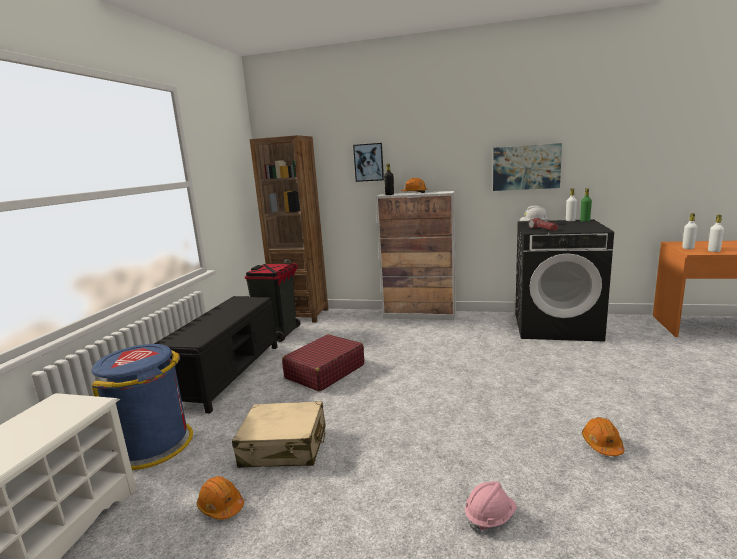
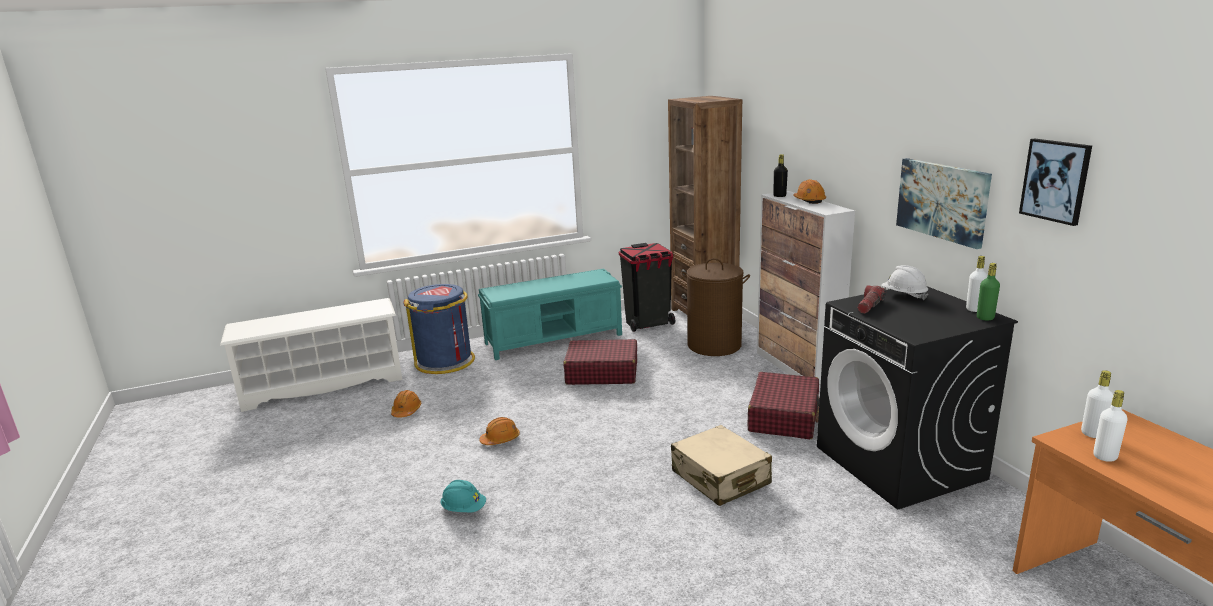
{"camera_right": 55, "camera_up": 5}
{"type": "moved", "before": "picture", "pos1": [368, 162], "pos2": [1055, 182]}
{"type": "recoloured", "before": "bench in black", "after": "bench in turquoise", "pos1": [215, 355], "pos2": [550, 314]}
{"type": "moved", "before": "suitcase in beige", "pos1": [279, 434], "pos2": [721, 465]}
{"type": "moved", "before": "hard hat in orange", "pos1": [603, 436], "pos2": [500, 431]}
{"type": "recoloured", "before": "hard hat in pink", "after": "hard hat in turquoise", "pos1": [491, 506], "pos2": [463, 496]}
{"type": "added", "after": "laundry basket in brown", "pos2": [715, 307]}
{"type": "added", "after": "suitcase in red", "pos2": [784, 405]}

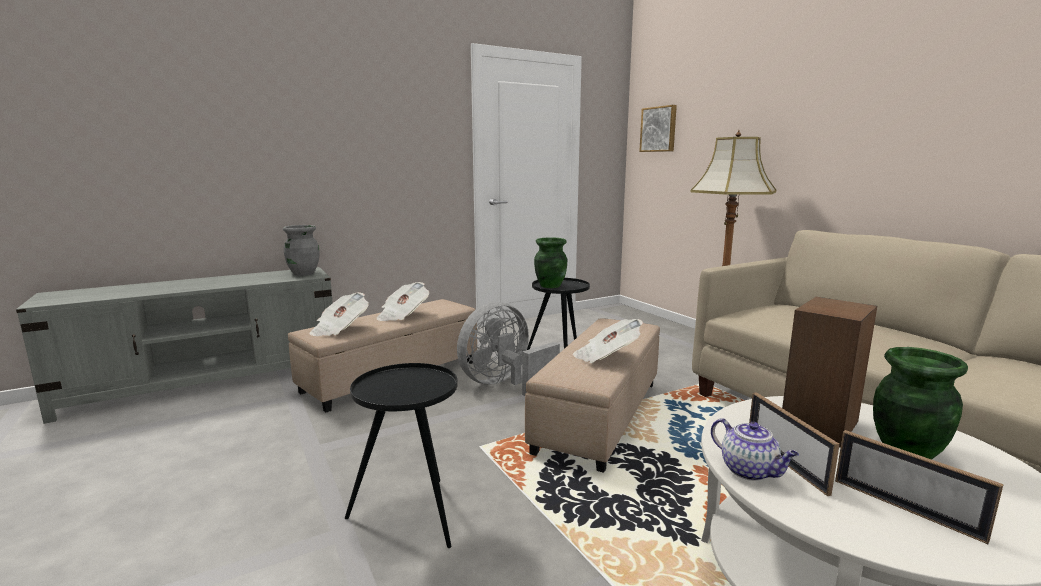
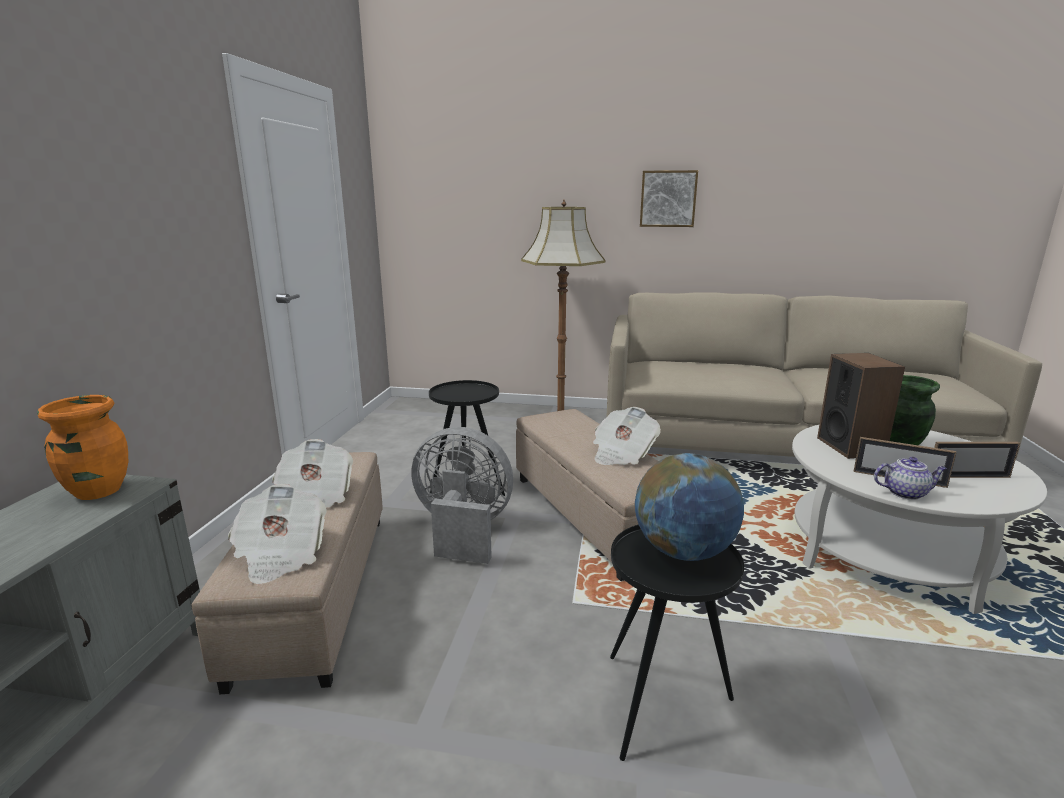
{"camera_right": -50, "camera_up": 5}
{"type": "moved", "before": "picture", "pos1": [658, 128], "pos2": [669, 198]}
{"type": "recoloured", "before": "vase in grey", "after": "vase in orange", "pos1": [301, 250], "pos2": [82, 447]}
{"type": "removed", "before": "vase in green", "pos1": [550, 262]}
{"type": "turned", "before": "fan in grey", "pos1": [508, 349], "pos2": [462, 495], "turn": 105}
{"type": "added", "after": "globe", "pos2": [689, 507]}

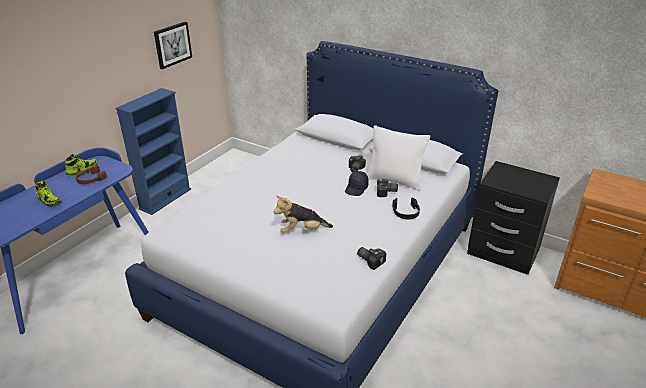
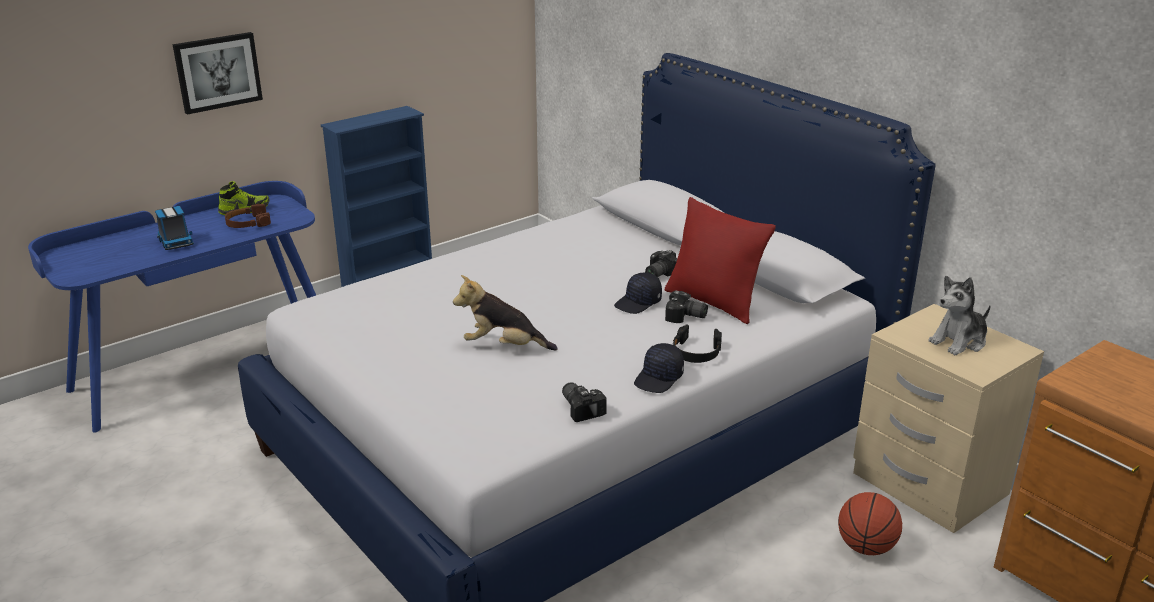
{"camera_right": 20, "camera_up": -5}
{"type": "moved", "before": "picture", "pos1": [173, 45], "pos2": [218, 73]}
{"type": "recoloured", "before": "pillow in white", "after": "pillow in red", "pos1": [398, 158], "pos2": [720, 260]}
{"type": "recoloured", "before": "nightstand in black", "after": "nightstand in beige", "pos1": [513, 218], "pos2": [948, 418]}
{"type": "replaced", "before": "shoe", "after": "toy truck", "pos1": [48, 193], "pos2": [174, 228]}
{"type": "added", "after": "plush toy", "pos2": [959, 315]}
{"type": "added", "after": "cap in black", "pos2": [659, 368]}
{"type": "added", "after": "basketball", "pos2": [870, 523]}

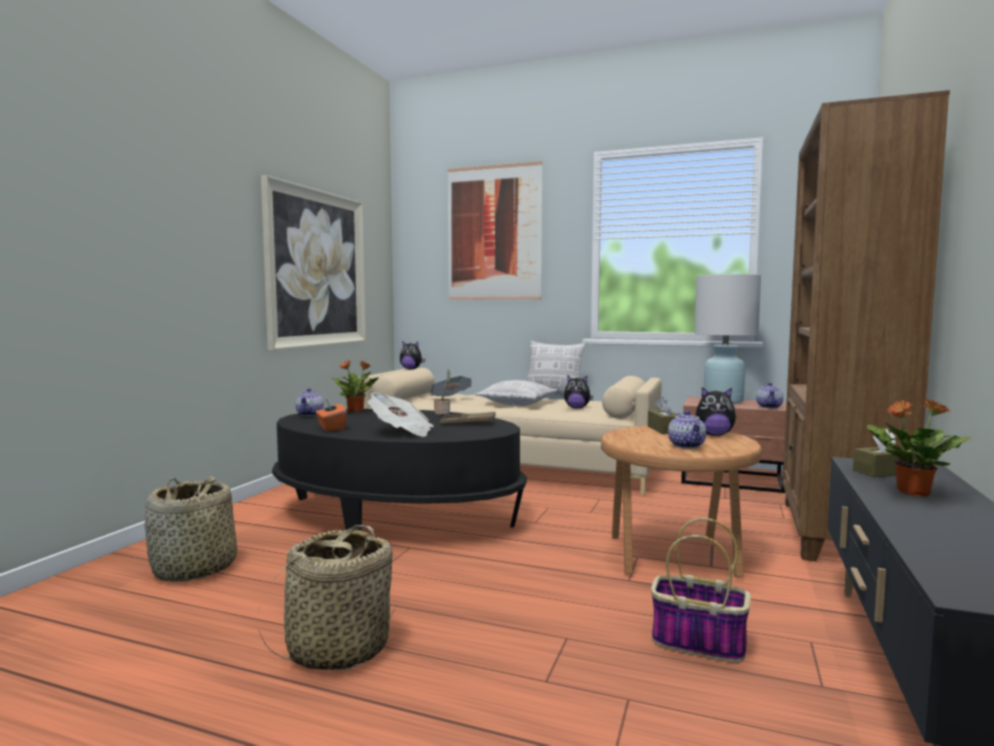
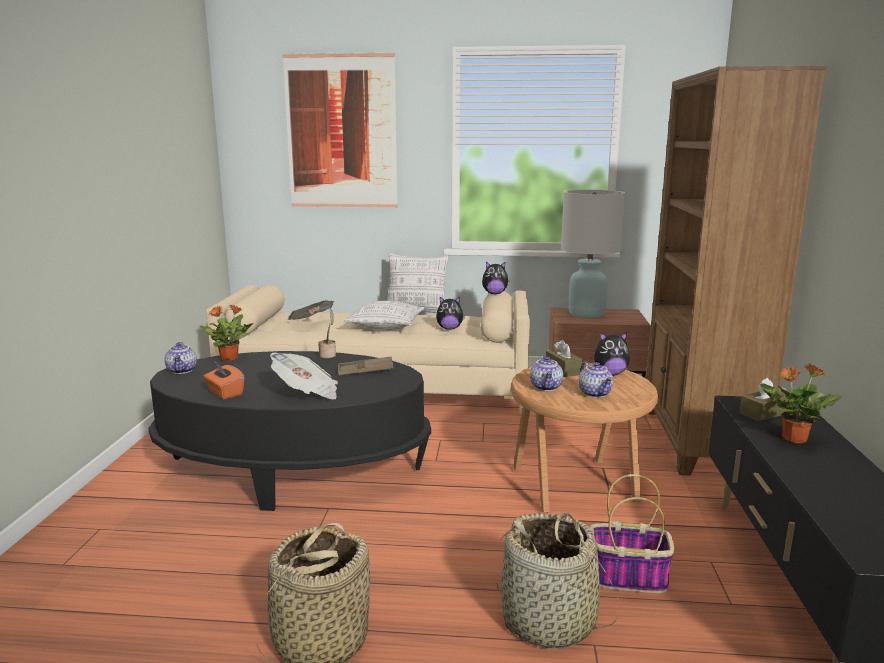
{"camera_right": -15, "camera_up": 10}
{"type": "removed", "before": "picture", "pos1": [313, 262]}
{"type": "moved", "before": "plush toy", "pos1": [412, 355], "pos2": [495, 278]}
{"type": "moved", "before": "teapot", "pos1": [769, 395], "pos2": [546, 373]}
{"type": "moved", "before": "basket", "pos1": [191, 529], "pos2": [557, 580]}

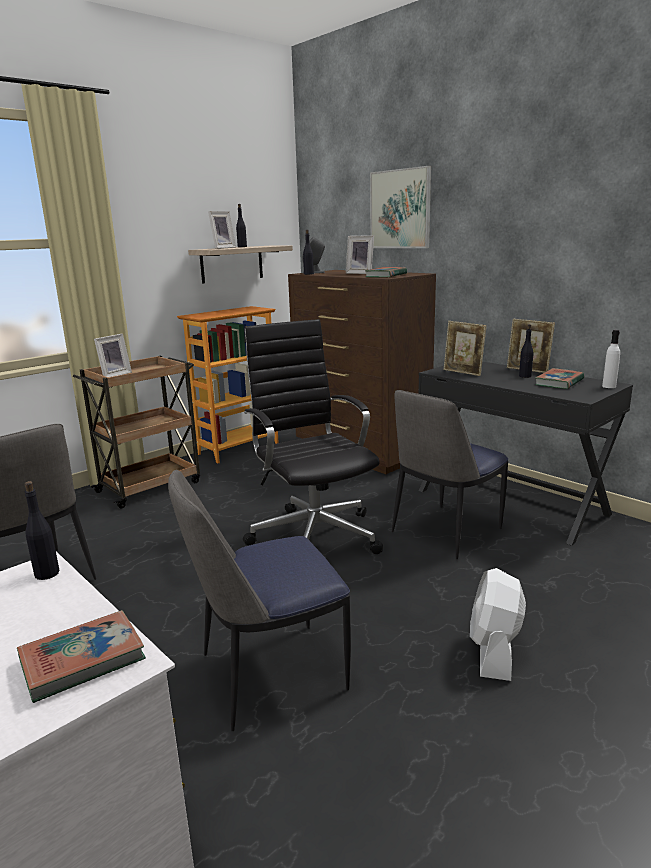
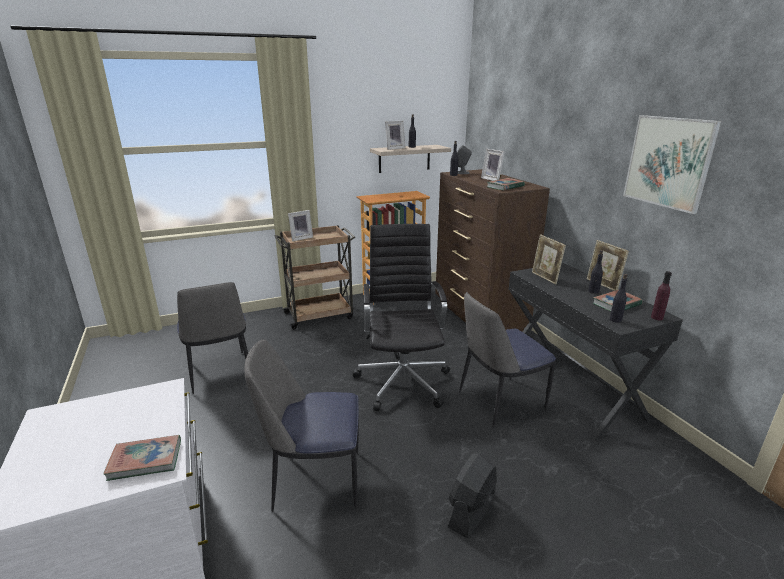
{"camera_right": 20, "camera_up": 5}
{"type": "moved", "before": "picture", "pos1": [400, 207], "pos2": [672, 164]}
{"type": "recoloured", "before": "bottle in white", "after": "bottle in purple", "pos1": [611, 359], "pos2": [661, 295]}
{"type": "moved", "before": "bottle in black", "pos1": [42, 530], "pos2": [618, 298]}
{"type": "recoloured", "before": "fan in white", "after": "fan in black", "pos1": [498, 624], "pos2": [472, 495]}

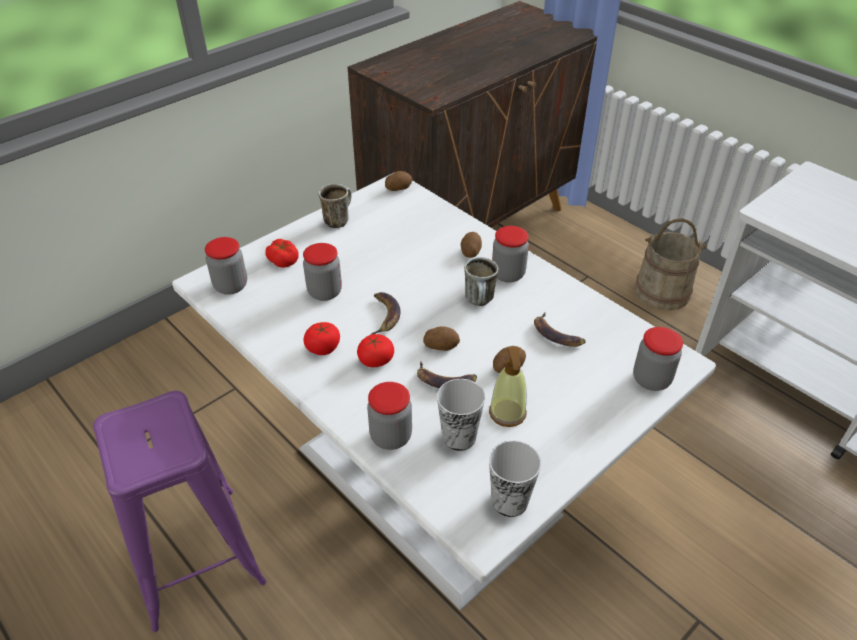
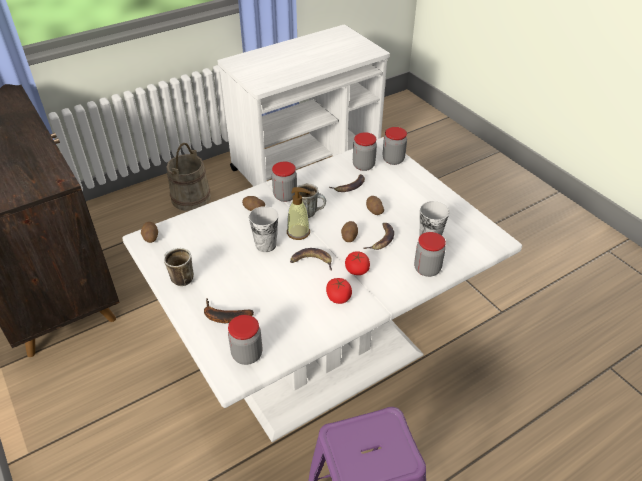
{"camera_right": -80, "camera_up": 0}
{"type": "replaced", "before": "tomato", "after": "banana", "pos1": [282, 253], "pos2": [229, 311]}
{"type": "moved", "before": "jar", "pos1": [322, 272], "pos2": [365, 151]}
{"type": "moved", "before": "soap dispenser", "pos1": [508, 387], "pos2": [298, 213]}
{"type": "moved", "before": "cup", "pos1": [515, 478], "pos2": [263, 229]}

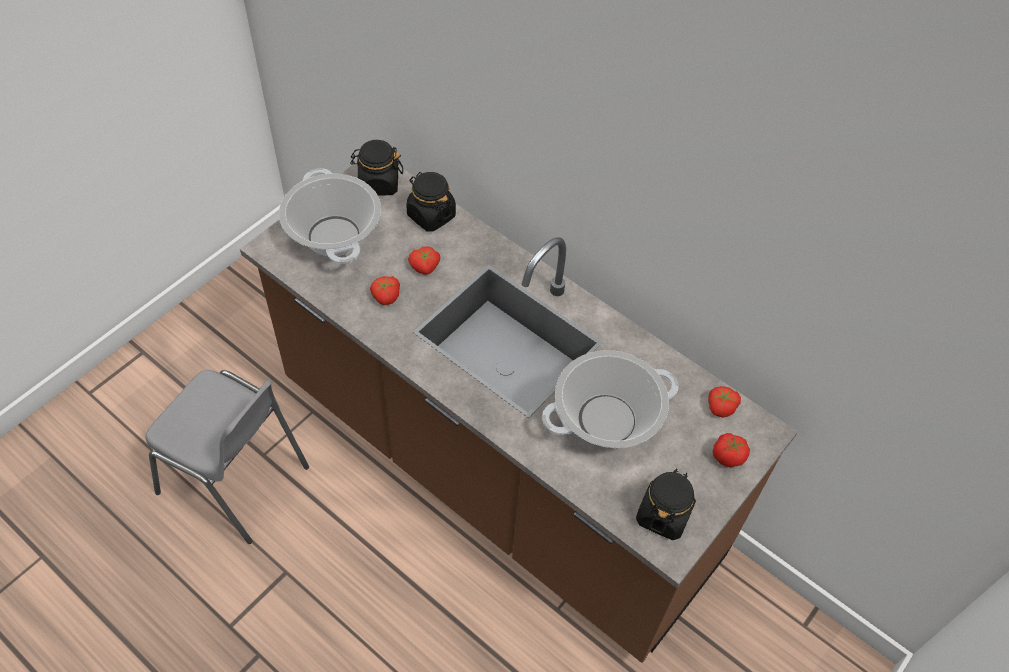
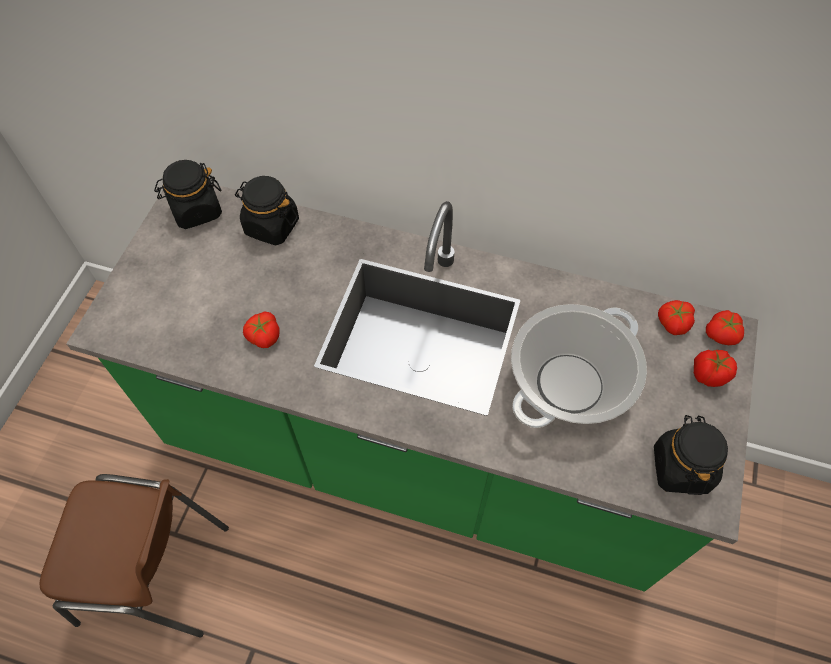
{"camera_right": -20, "camera_up": 5}
{"type": "recoloured", "before": "counter in brown", "after": "counter in green", "pos1": [519, 412], "pos2": [412, 387]}
{"type": "removed", "before": "cooking pot", "pos1": [330, 216]}
{"type": "moved", "before": "tomato", "pos1": [424, 260], "pos2": [725, 327]}
{"type": "recoloured", "before": "chair in grey", "after": "chair in brown", "pos1": [227, 457], "pos2": [134, 555]}

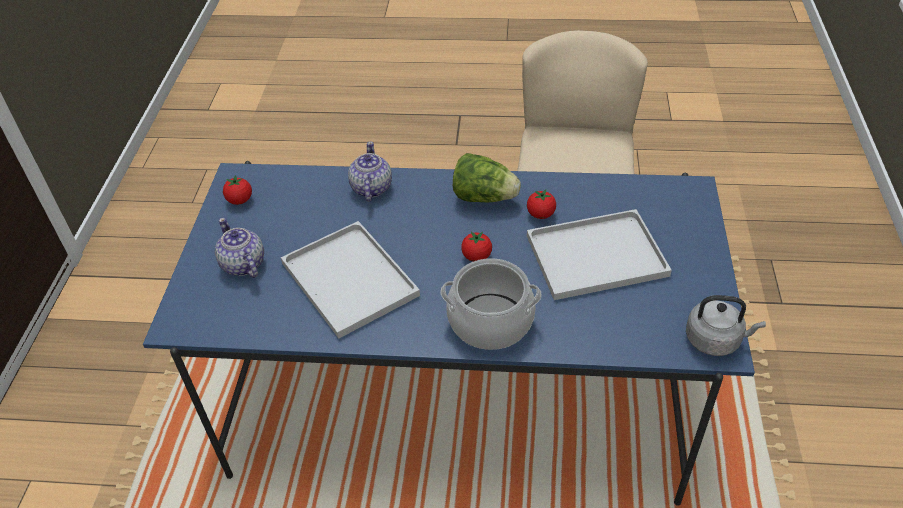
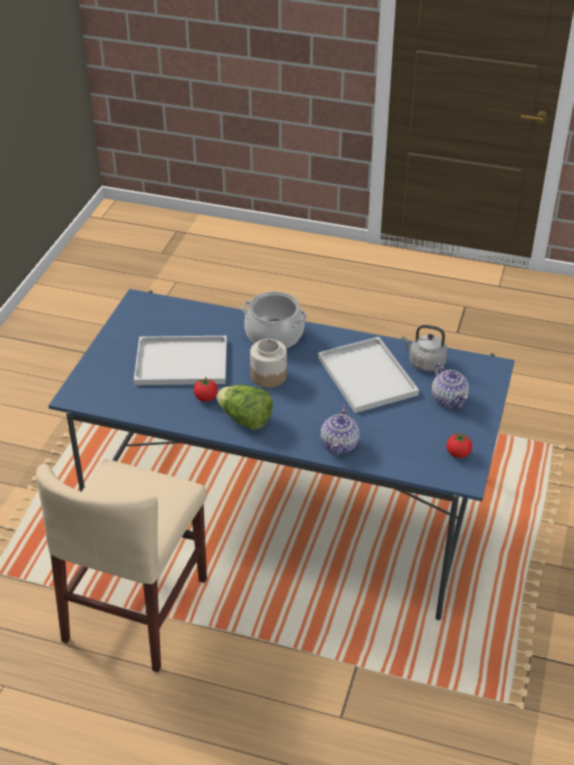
{"camera_right": -170, "camera_up": -5}
{"type": "replaced", "before": "tomato", "after": "jar", "pos1": [476, 247], "pos2": [268, 363]}
{"type": "moved", "before": "kettle in grey", "pos1": [726, 325], "pos2": [424, 348]}

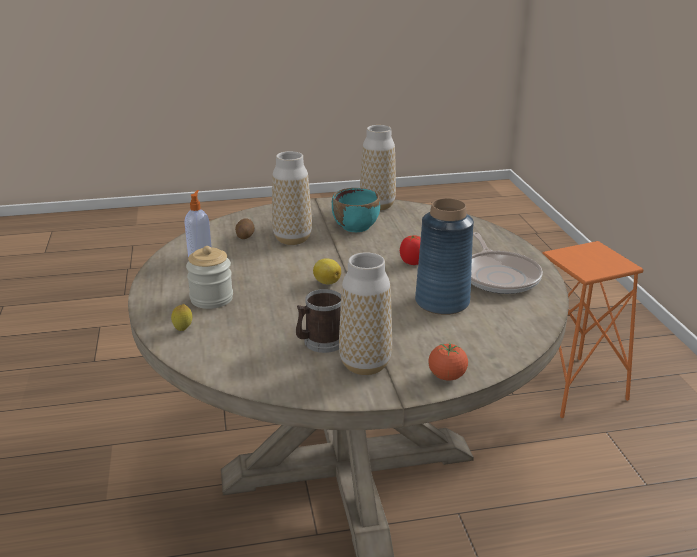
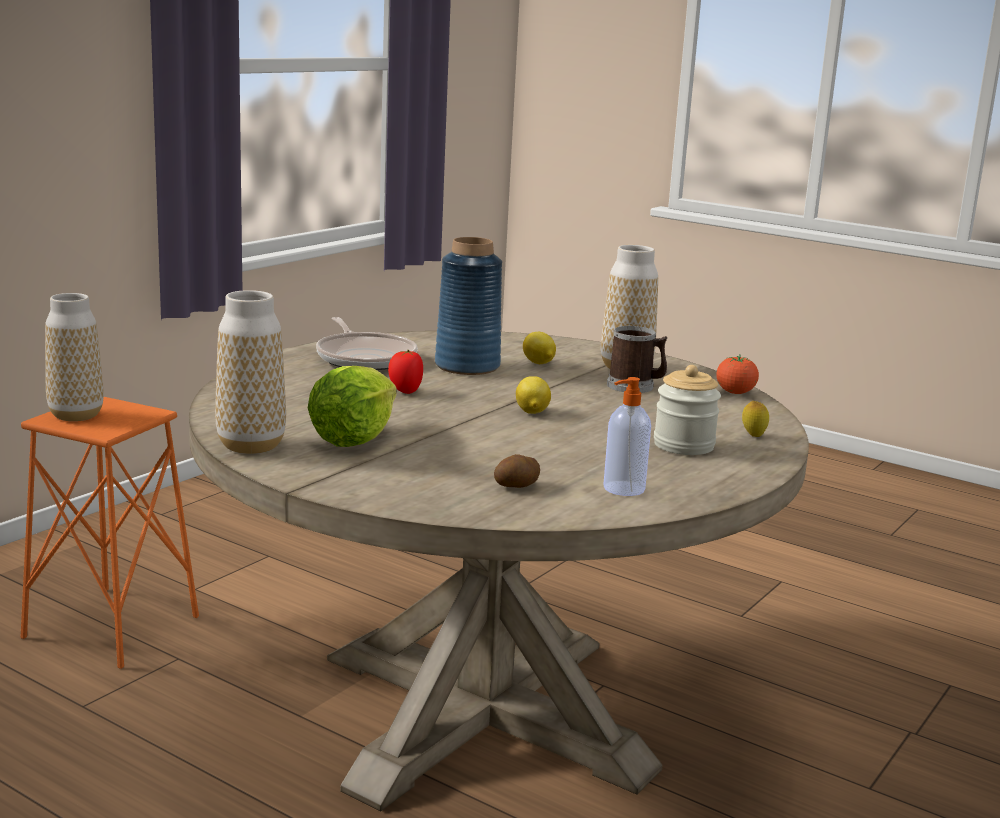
{"camera_right": -135, "camera_up": -10}
{"type": "moved", "before": "vase", "pos1": [292, 198], "pos2": [74, 357]}
{"type": "replaced", "before": "bowl in turquoise", "after": "lettuce", "pos1": [356, 210], "pos2": [352, 406]}
{"type": "turned", "before": "frying pan", "pos1": [507, 263], "pos2": [367, 343], "turn": 120}
{"type": "moved", "before": "tomato", "pos1": [448, 362], "pos2": [737, 374]}
{"type": "added", "after": "lemon", "pos2": [539, 348]}

